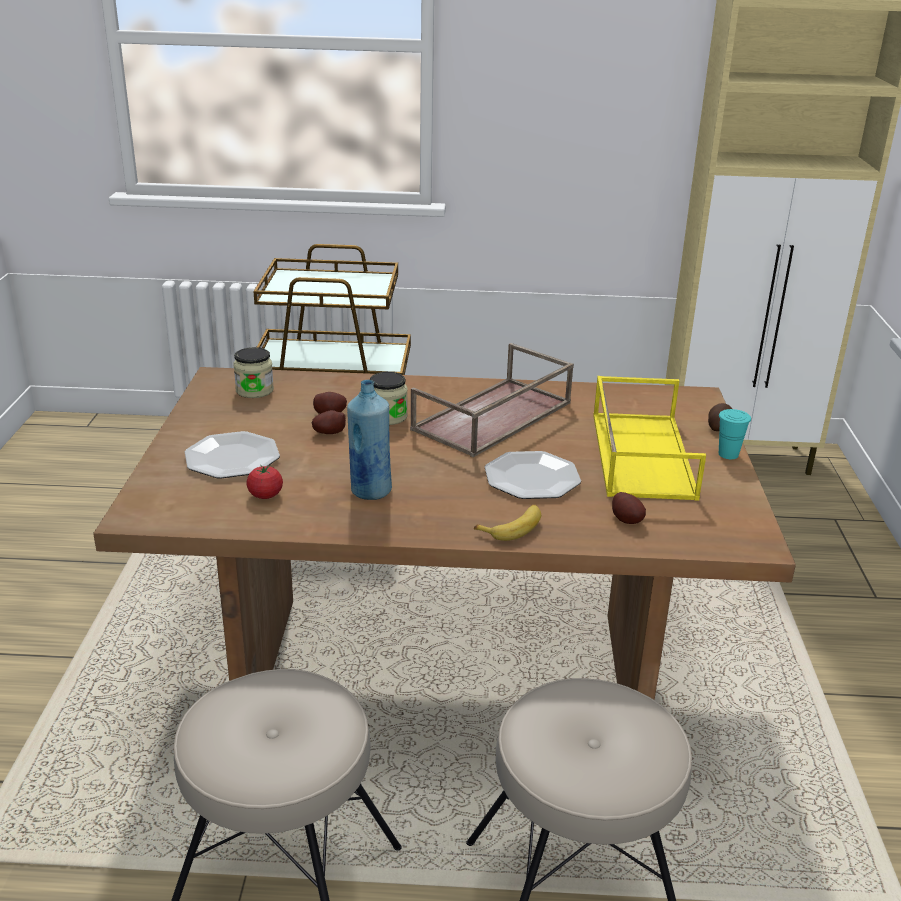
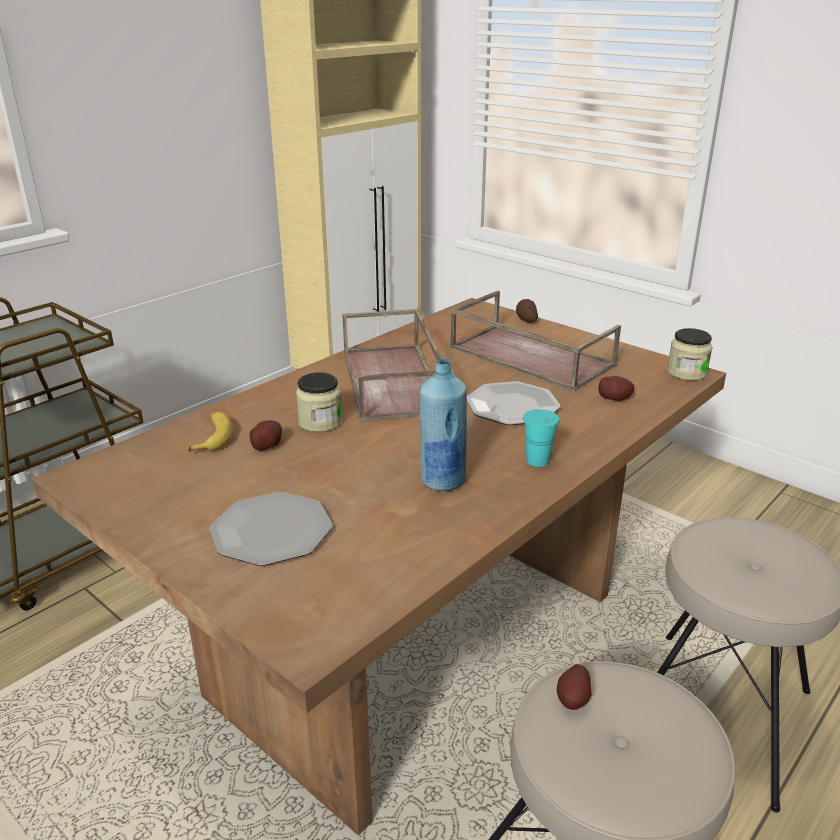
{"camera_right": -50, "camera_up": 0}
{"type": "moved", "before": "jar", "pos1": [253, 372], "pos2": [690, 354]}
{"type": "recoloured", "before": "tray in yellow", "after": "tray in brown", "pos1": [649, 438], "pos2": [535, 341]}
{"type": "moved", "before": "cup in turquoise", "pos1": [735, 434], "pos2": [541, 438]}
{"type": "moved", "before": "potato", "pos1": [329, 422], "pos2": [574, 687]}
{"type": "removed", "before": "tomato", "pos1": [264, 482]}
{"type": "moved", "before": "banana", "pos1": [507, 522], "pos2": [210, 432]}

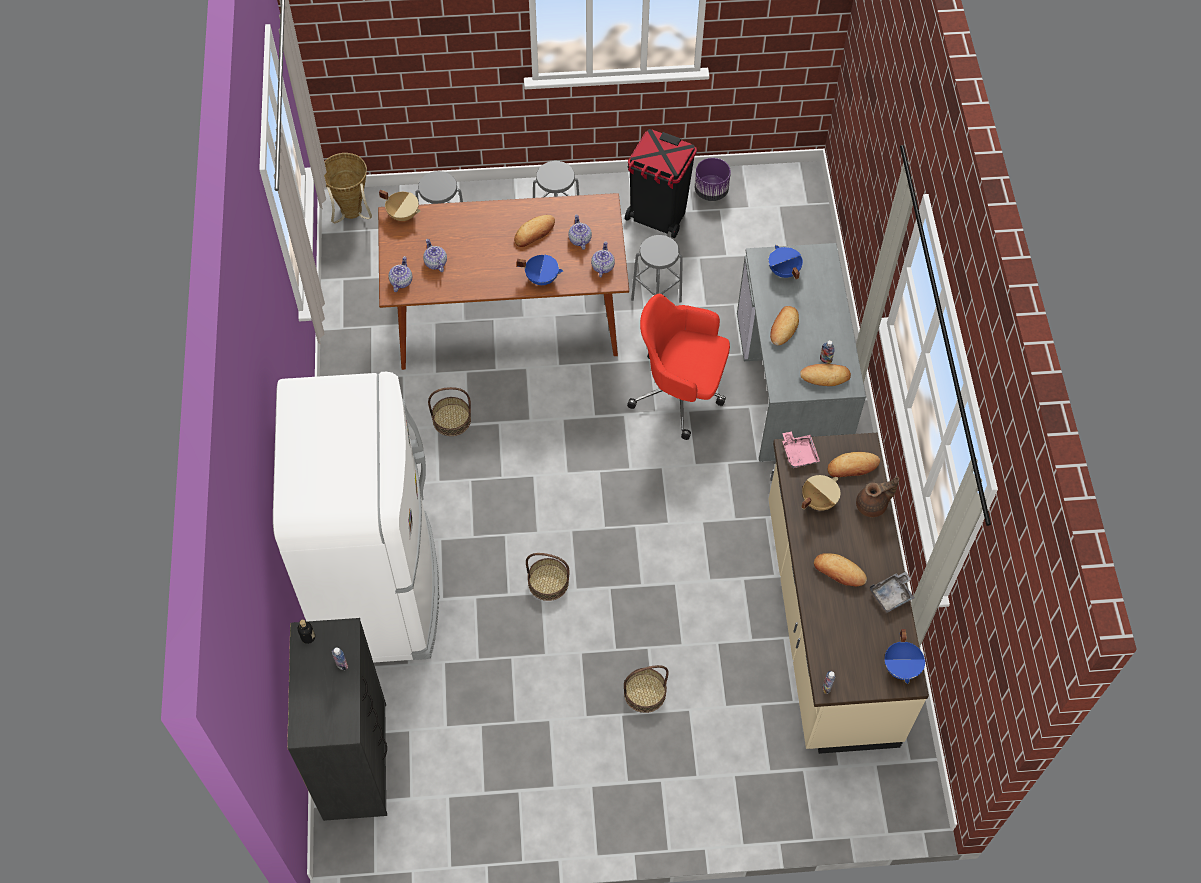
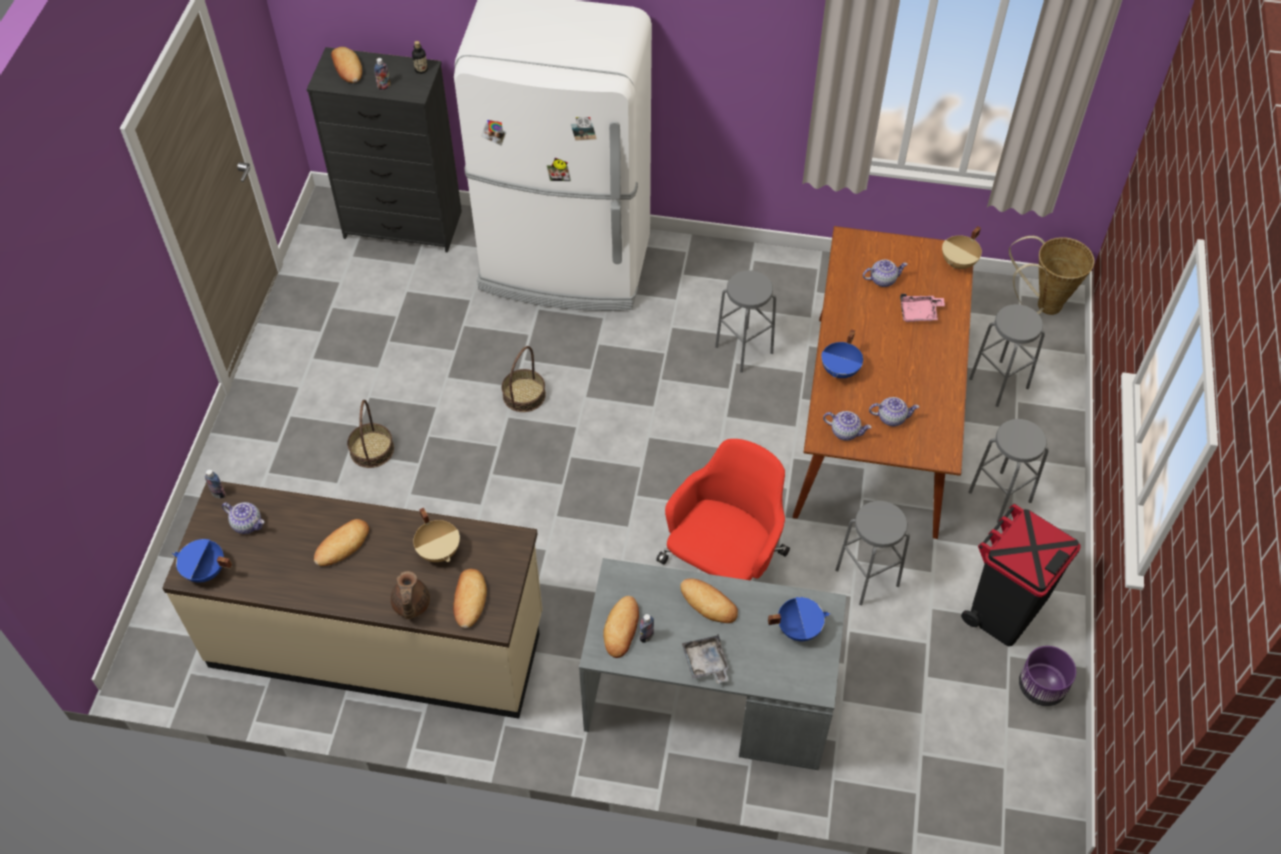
{"camera_right": 105, "camera_up": -5}
{"type": "moved", "before": "bread", "pos1": [534, 231], "pos2": [346, 65]}
{"type": "moved", "before": "teapot", "pos1": [400, 274], "pos2": [243, 518]}
{"type": "replaced", "before": "basket", "after": "stool in grey", "pos1": [449, 411], "pos2": [745, 321]}
{"type": "moved", "before": "tray in pink", "pos1": [801, 449], "pos2": [922, 308]}
{"type": "moved", "before": "tray in grey", "pos1": [891, 592], "pos2": [705, 658]}

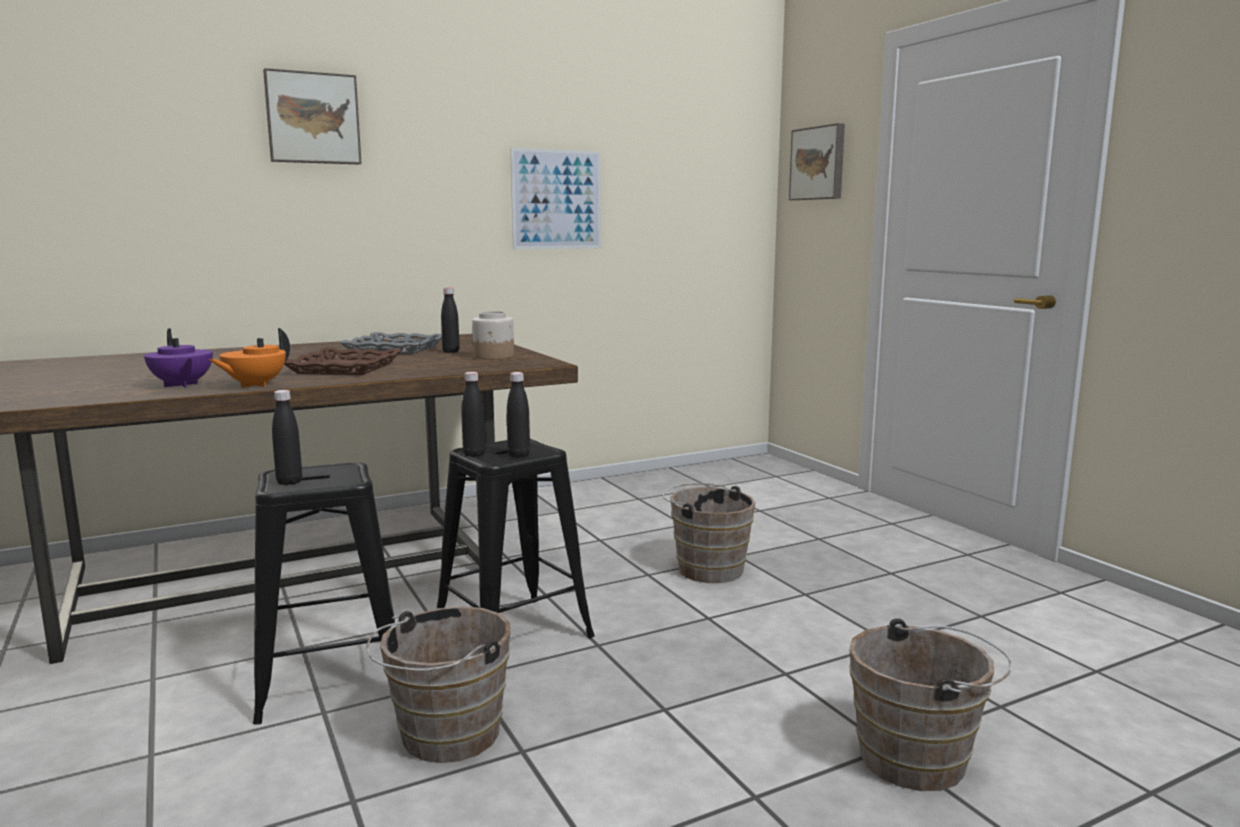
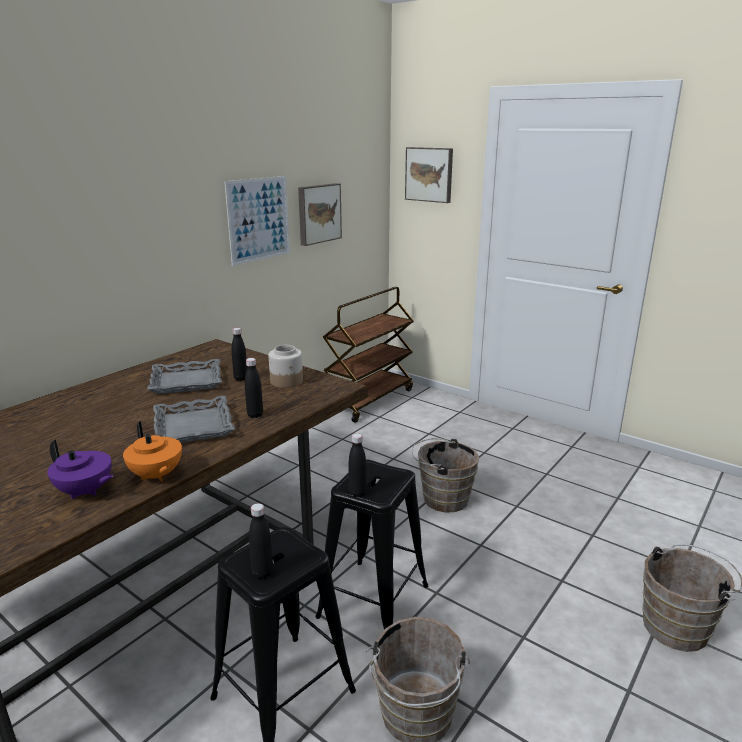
{"camera_right": -25, "camera_up": 10}
{"type": "moved", "before": "picture", "pos1": [312, 116], "pos2": [320, 214]}
{"type": "turned", "before": "teapot in orange", "pos1": [249, 358], "pos2": [152, 451], "turn": -45}
{"type": "recoloured", "before": "tray in brown", "after": "tray in grey", "pos1": [343, 361], "pos2": [194, 419]}
{"type": "moved", "before": "bottle in black", "pos1": [518, 415], "pos2": [254, 388]}
{"type": "added", "after": "cart in brown", "pos2": [368, 355]}

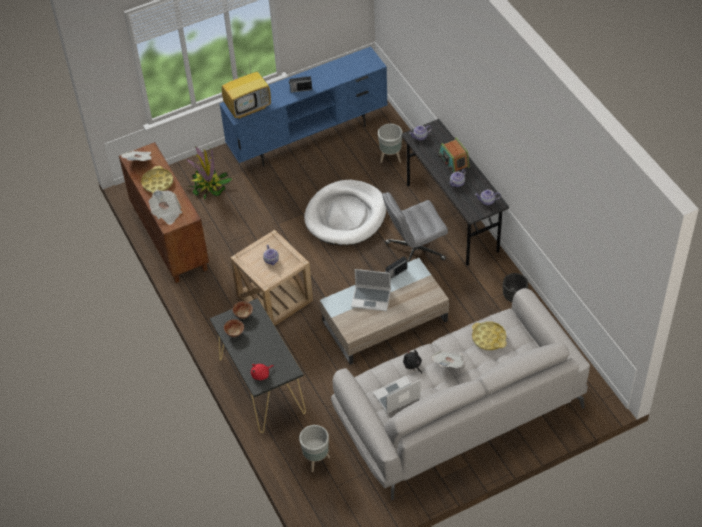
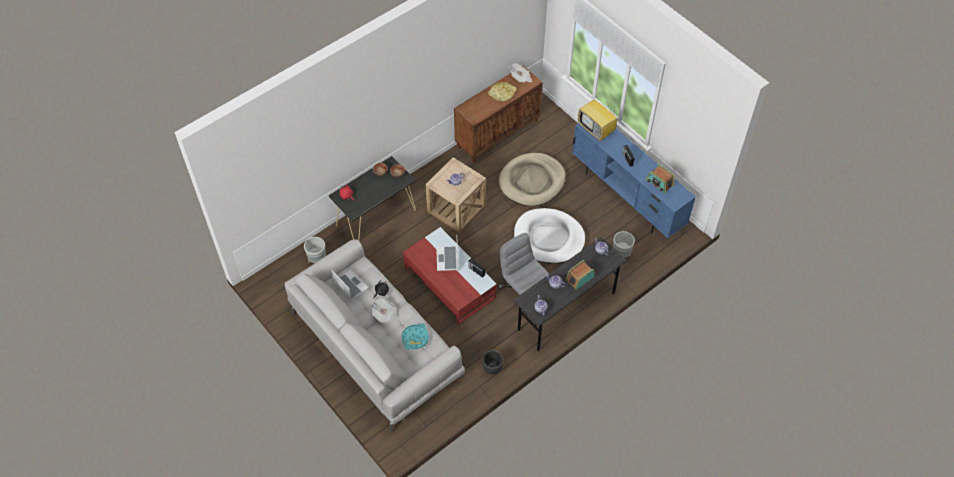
{"camera_right": 75, "camera_up": 5}
{"type": "removed", "before": "potted plant", "pos1": [209, 173]}
{"type": "removed", "before": "newspaper", "pos1": [165, 207]}
{"type": "recoloured", "before": "coffee table in beige", "after": "coffee table in red", "pos1": [384, 311], "pos2": [450, 276]}
{"type": "recoloured", "before": "tray in yellow", "after": "tray in turquoise", "pos1": [489, 335], "pos2": [415, 336]}
{"type": "added", "after": "dog bed in beige", "pos2": [532, 179]}
{"type": "added", "after": "radio", "pos2": [660, 178]}

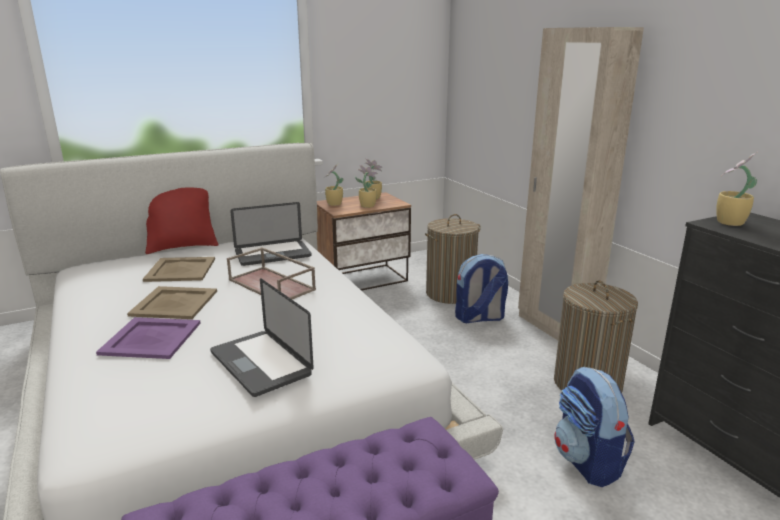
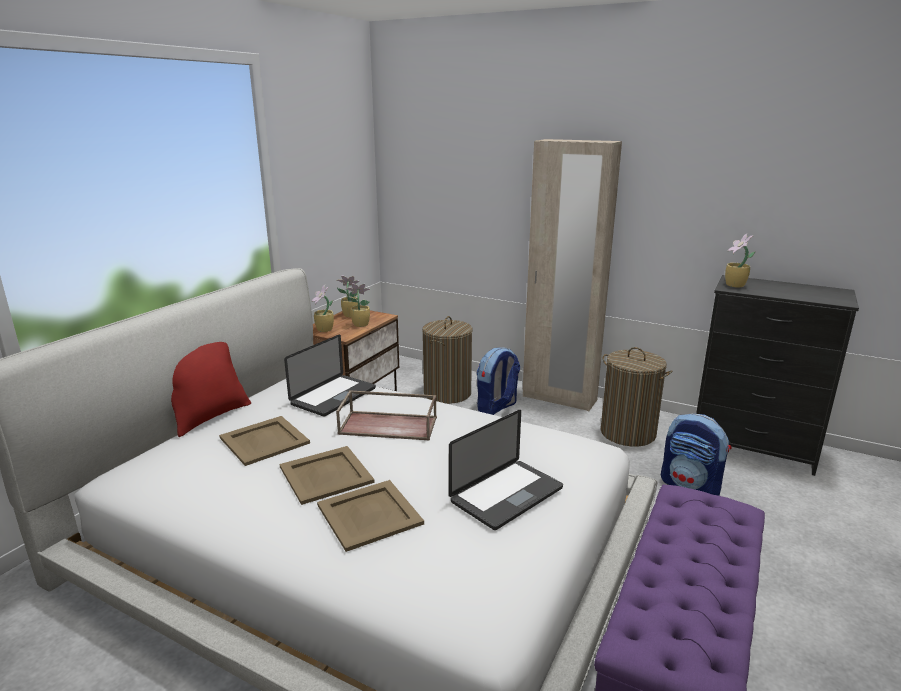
{"camera_right": -35, "camera_up": 0}
{"type": "turned", "before": "laptop", "pos1": [262, 337], "pos2": [506, 470], "turn": -60}
{"type": "recoloured", "before": "tray in purple", "after": "tray in beige", "pos1": [148, 338], "pos2": [370, 516]}

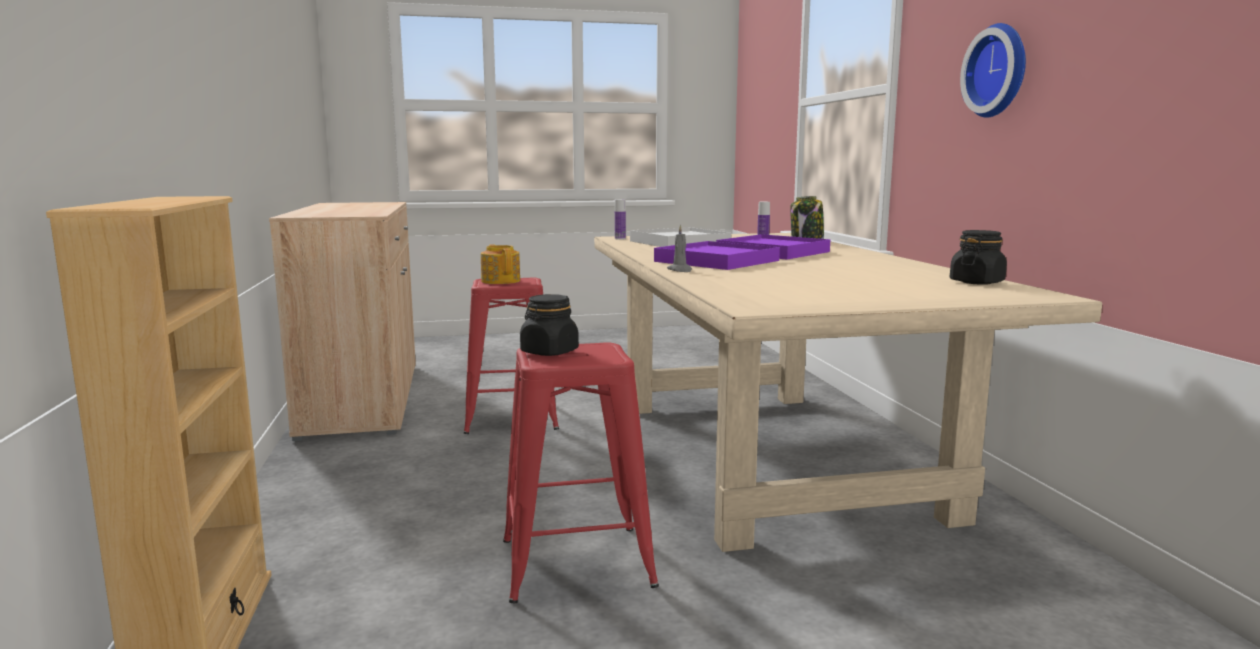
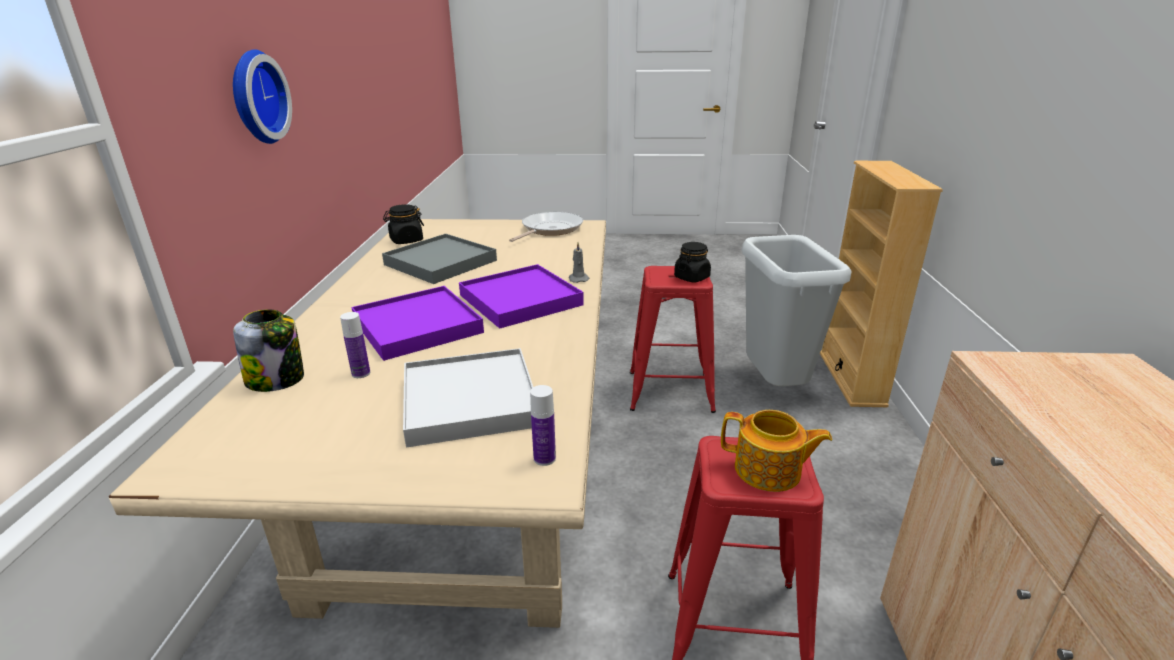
{"camera_right": -165, "camera_up": 15}
{"type": "turned", "before": "teapot", "pos1": [500, 264], "pos2": [776, 451], "turn": -60}
{"type": "added", "after": "frying pan", "pos2": [546, 227]}
{"type": "added", "after": "tray in grey", "pos2": [439, 259]}
{"type": "added", "after": "trash can in grey", "pos2": [797, 310]}

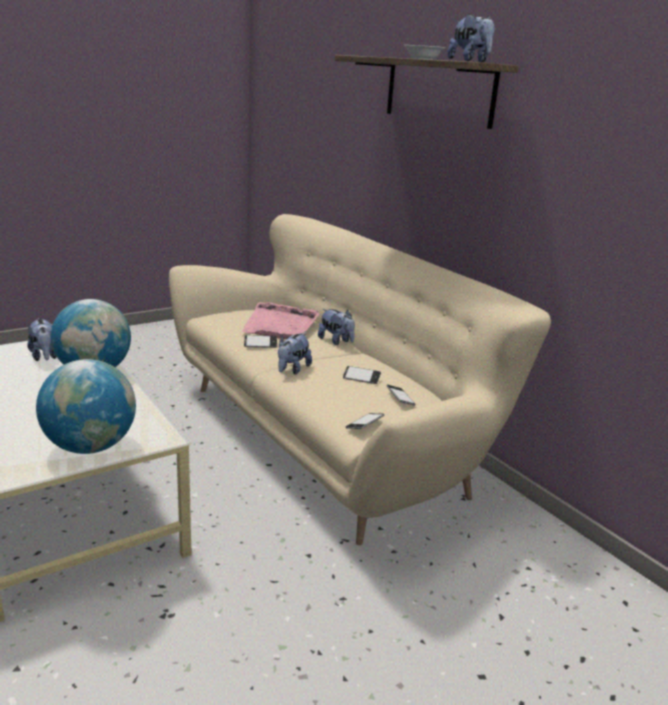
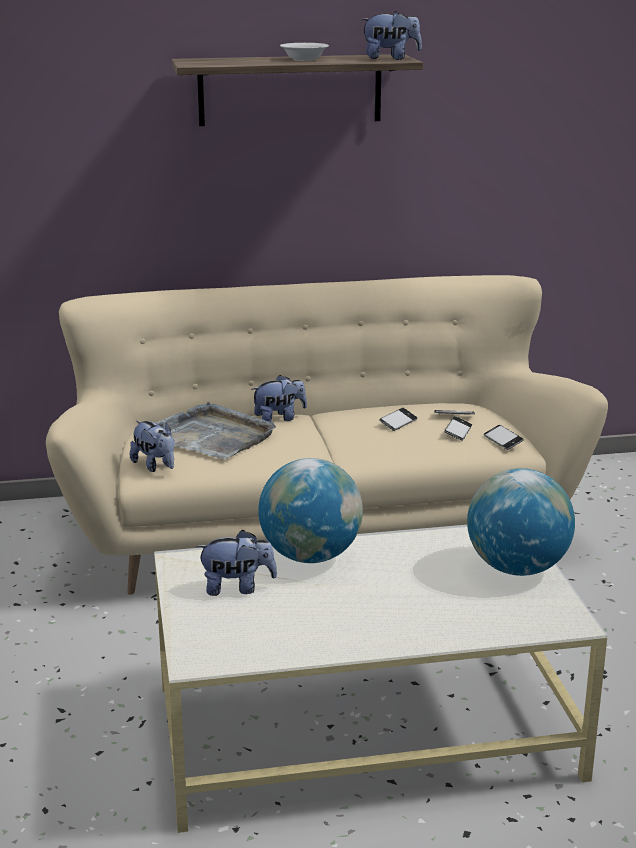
{"camera_right": -65, "camera_up": 0}
{"type": "recoloured", "before": "tray in pink", "after": "tray in grey", "pos1": [281, 321], "pos2": [215, 430]}
{"type": "moved", "before": "plush toy", "pos1": [295, 353], "pos2": [152, 446]}
{"type": "moved", "before": "phone", "pos1": [260, 341], "pos2": [458, 428]}

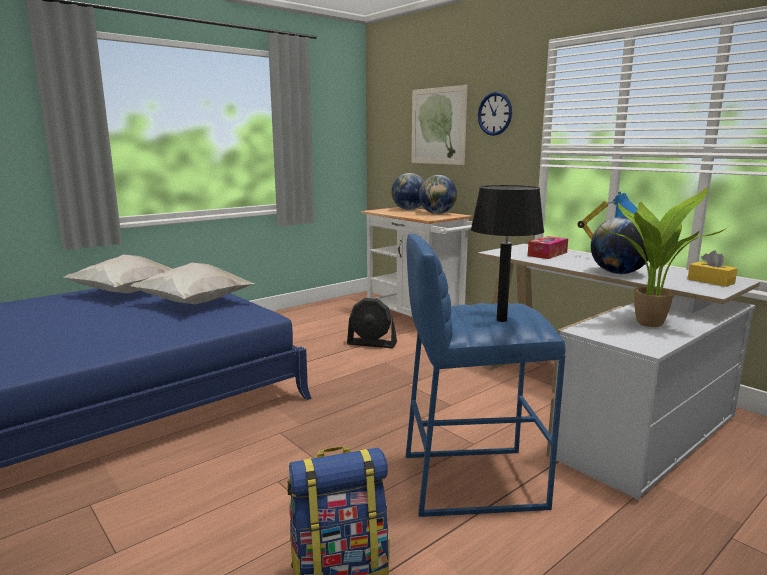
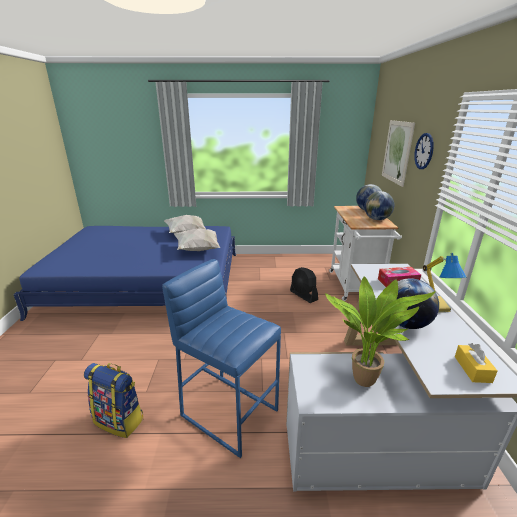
{"camera_right": 40, "camera_up": 10}
{"type": "removed", "before": "table lamp in black", "pos1": [507, 253]}

